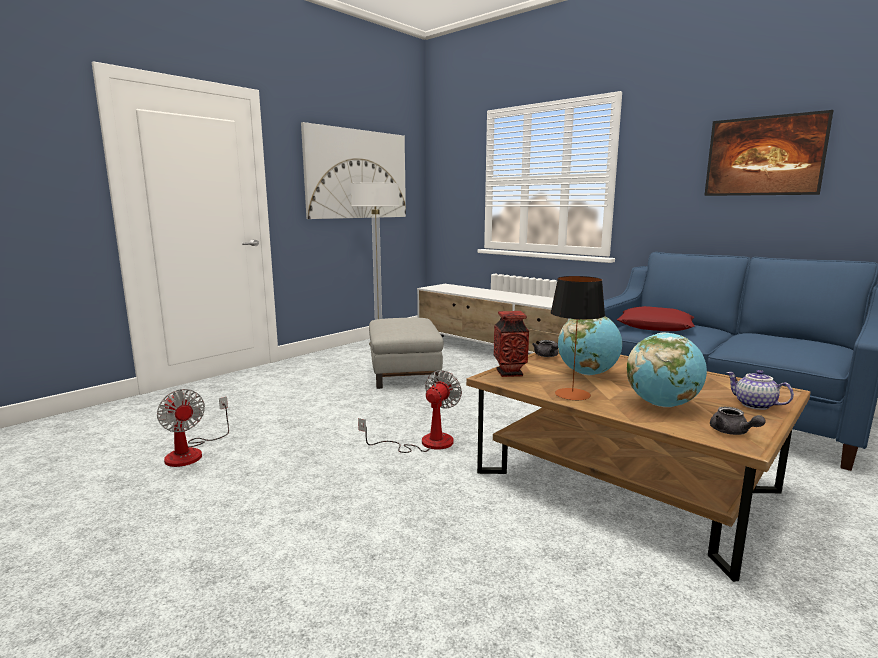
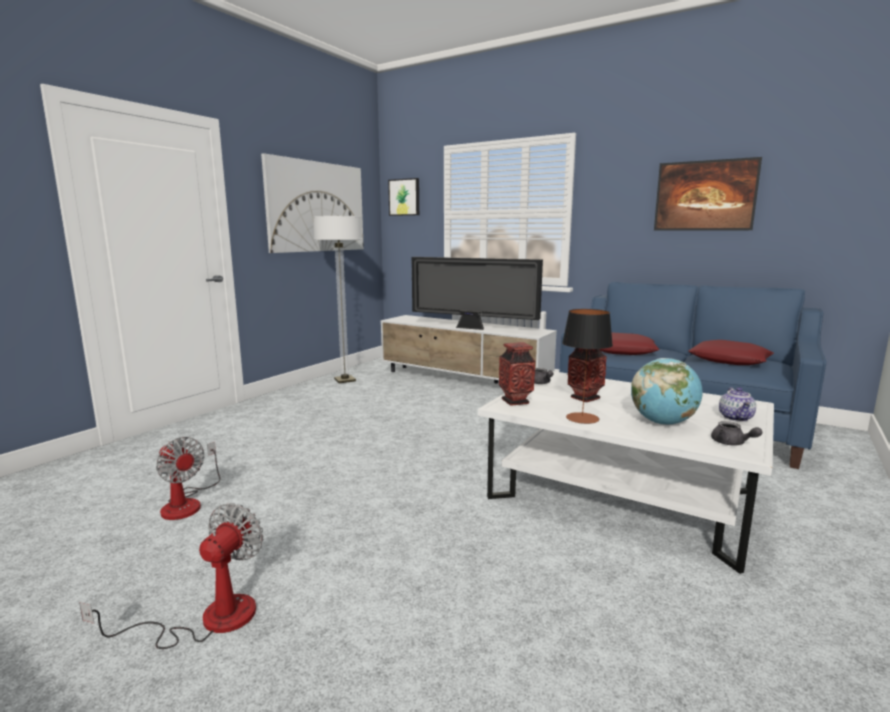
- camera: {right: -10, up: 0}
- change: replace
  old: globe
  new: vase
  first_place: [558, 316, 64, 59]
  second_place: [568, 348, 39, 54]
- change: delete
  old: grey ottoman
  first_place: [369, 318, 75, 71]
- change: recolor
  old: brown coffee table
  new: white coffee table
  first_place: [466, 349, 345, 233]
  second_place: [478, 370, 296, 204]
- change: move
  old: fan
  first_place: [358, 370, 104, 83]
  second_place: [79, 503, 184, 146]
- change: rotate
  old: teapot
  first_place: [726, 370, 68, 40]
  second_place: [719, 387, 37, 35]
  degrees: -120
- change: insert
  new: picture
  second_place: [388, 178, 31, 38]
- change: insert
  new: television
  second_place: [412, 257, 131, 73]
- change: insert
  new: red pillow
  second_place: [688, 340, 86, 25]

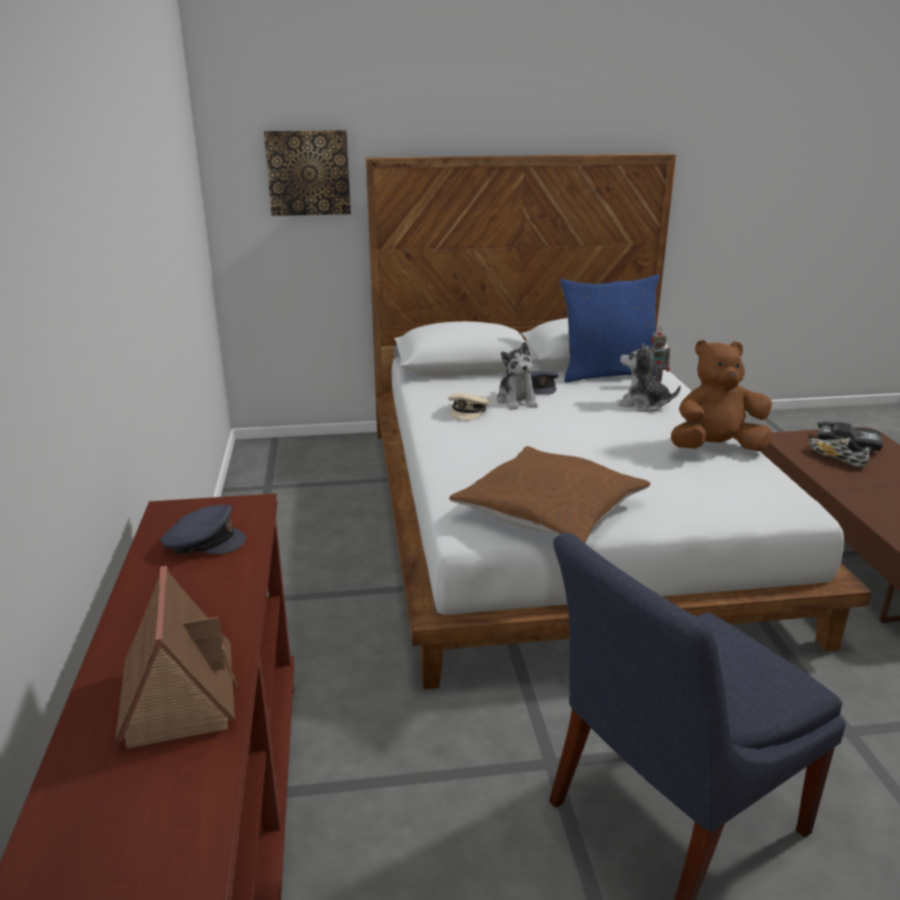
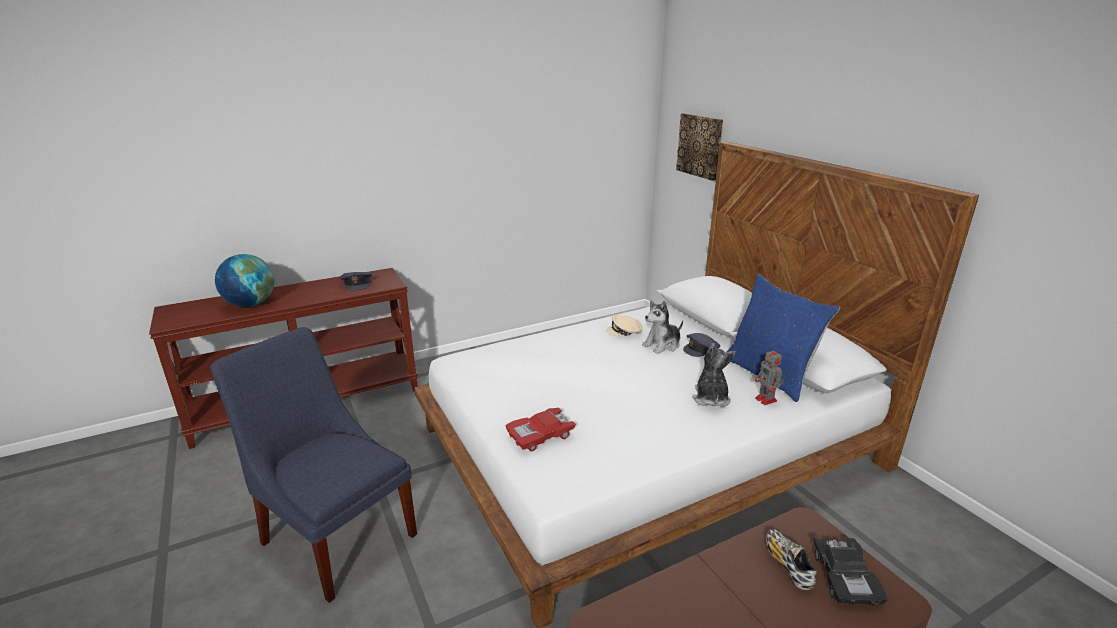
- camera: {right: 70, up: 0}
- change: delete
  old: brown plush toy
  first_place: [671, 340, 101, 111]
- change: rotate
  old: shoe
  first_place: [808, 437, 61, 30]
  second_place: [766, 529, 51, 61]
  degrees: -45
- change: delete
  old: brown pillow
  first_place: [449, 446, 201, 98]
- change: replace
  old: toy house
  new: globe
  first_place: [115, 566, 124, 183]
  second_place: [215, 254, 59, 53]
- change: insert
  new: red toy car
  second_place: [505, 407, 71, 44]

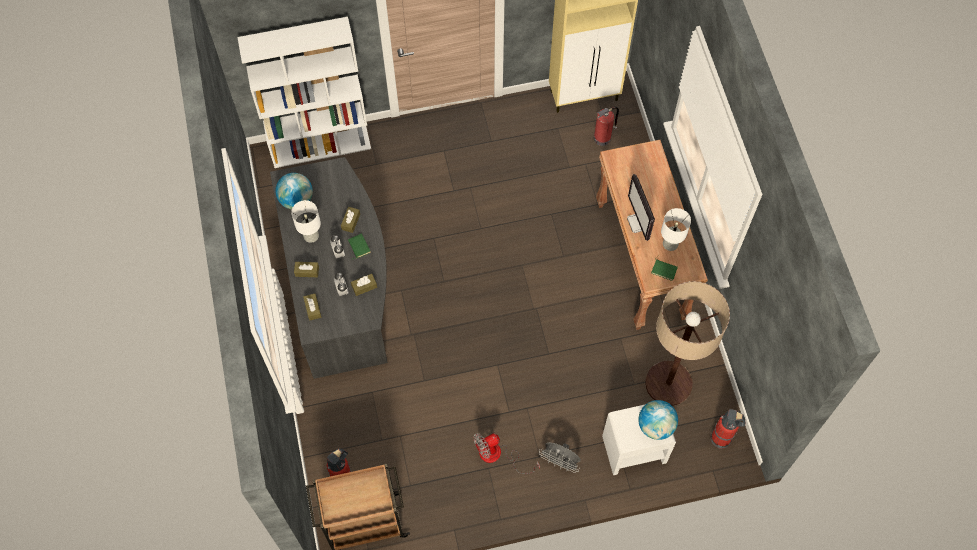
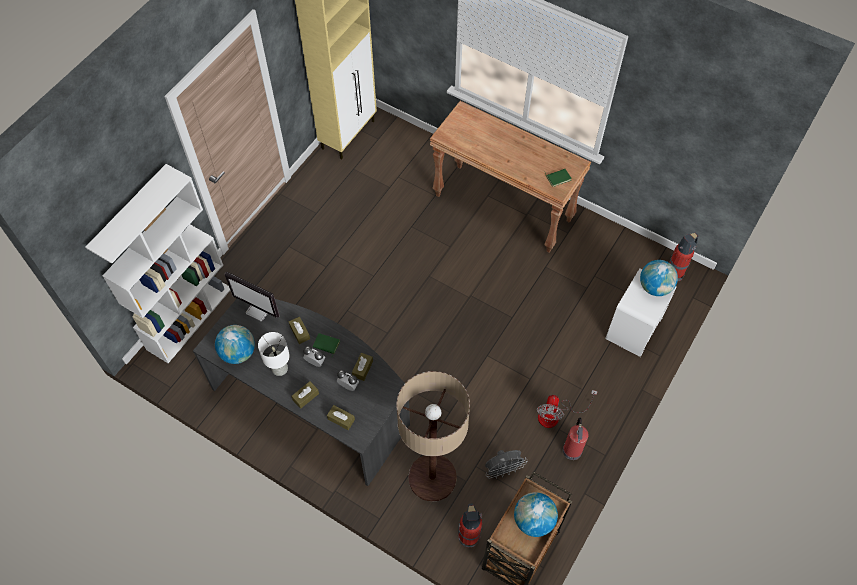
- camera: {right: -45, up: -5}
- change: move
  old: fire extinguisher
  first_place: [594, 107, 25, 39]
  second_place: [563, 418, 25, 42]
- change: move
  old: monitor
  first_place: [627, 174, 28, 67]
  second_place: [225, 272, 55, 49]
- change: delete
  old: white table lamp
  first_place: [661, 208, 30, 43]
- change: move
  old: floor lamp
  first_place: [646, 281, 84, 125]
  second_place: [397, 371, 73, 131]
- change: move
  old: grey fan
  first_place: [539, 442, 42, 31]
  second_place: [485, 450, 43, 29]
- change: insert
  new: globe
  second_place: [514, 492, 44, 45]

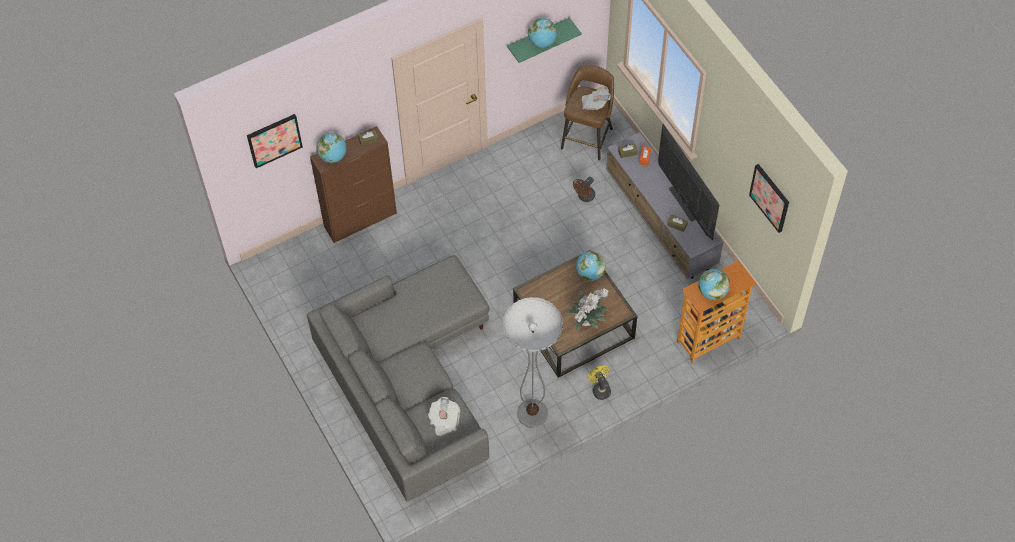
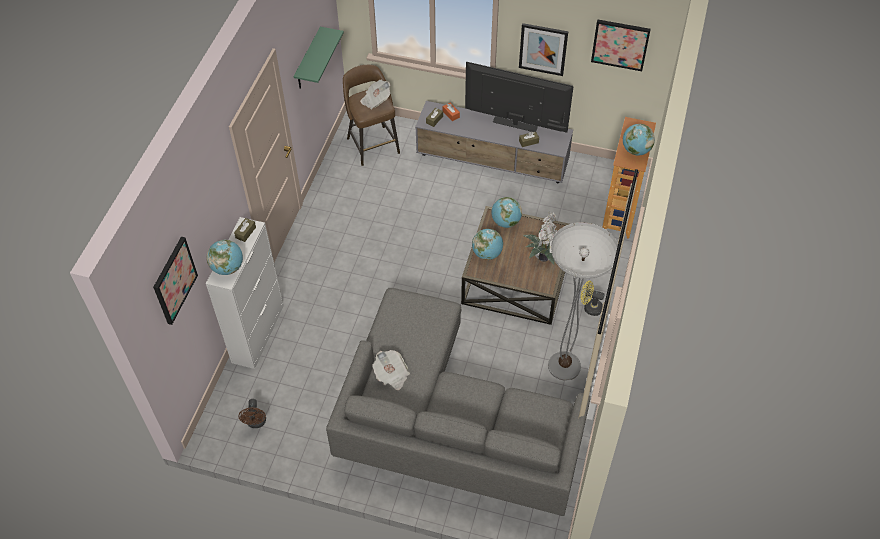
- camera: {right: -45, up: -5}
- change: move
  old: globe
  first_place: [528, 18, 29, 30]
  second_place: [472, 229, 31, 31]
- change: recolor
  old: brown cabinet
  new: white cabinet
  first_place: [310, 126, 87, 117]
  second_place: [206, 217, 78, 152]
- change: move
  old: brown fan
  first_place: [573, 177, 22, 25]
  second_place: [239, 399, 27, 29]
- change: move
  old: newspaper
  first_place: [428, 397, 32, 39]
  second_place: [372, 350, 38, 40]
- change: insert
  new: picture
  second_place: [519, 23, 49, 53]

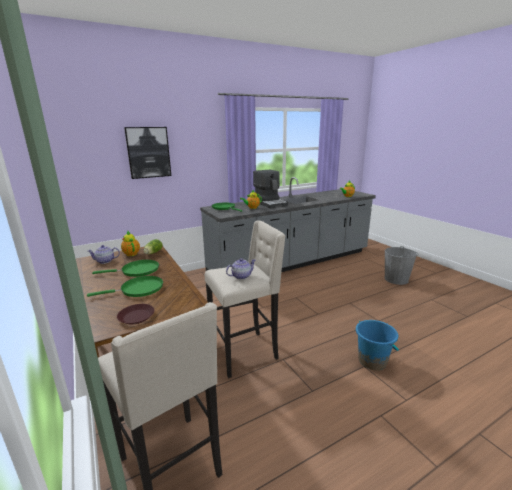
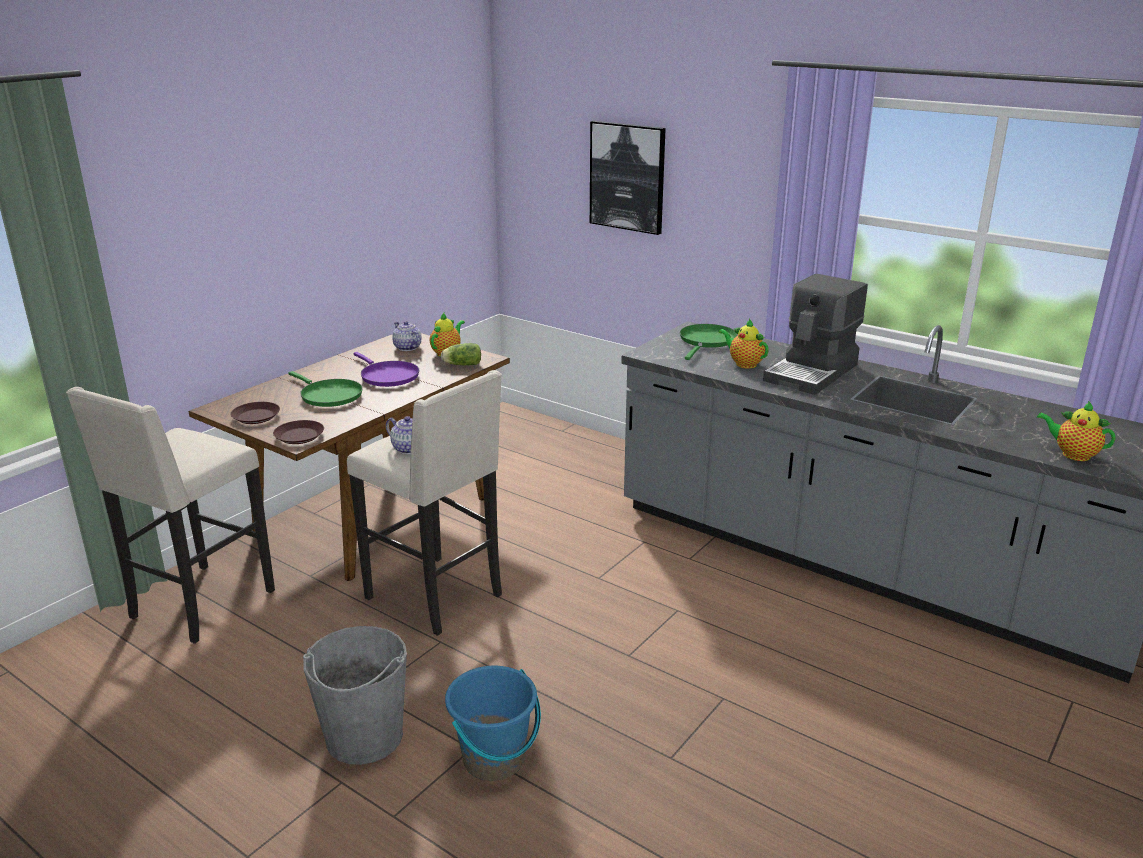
- camera: {right: 65, up: 5}
- change: move
  old: grey bucket
  first_place: [384, 246, 34, 39]
  second_place: [303, 626, 104, 139]
- change: recolor
  old: green frying pan
  new: purple frying pan
  first_place: [92, 260, 67, 17]
  second_place: [353, 352, 66, 35]
- change: insert
  new: brown plate
  second_place: [273, 420, 51, 24]

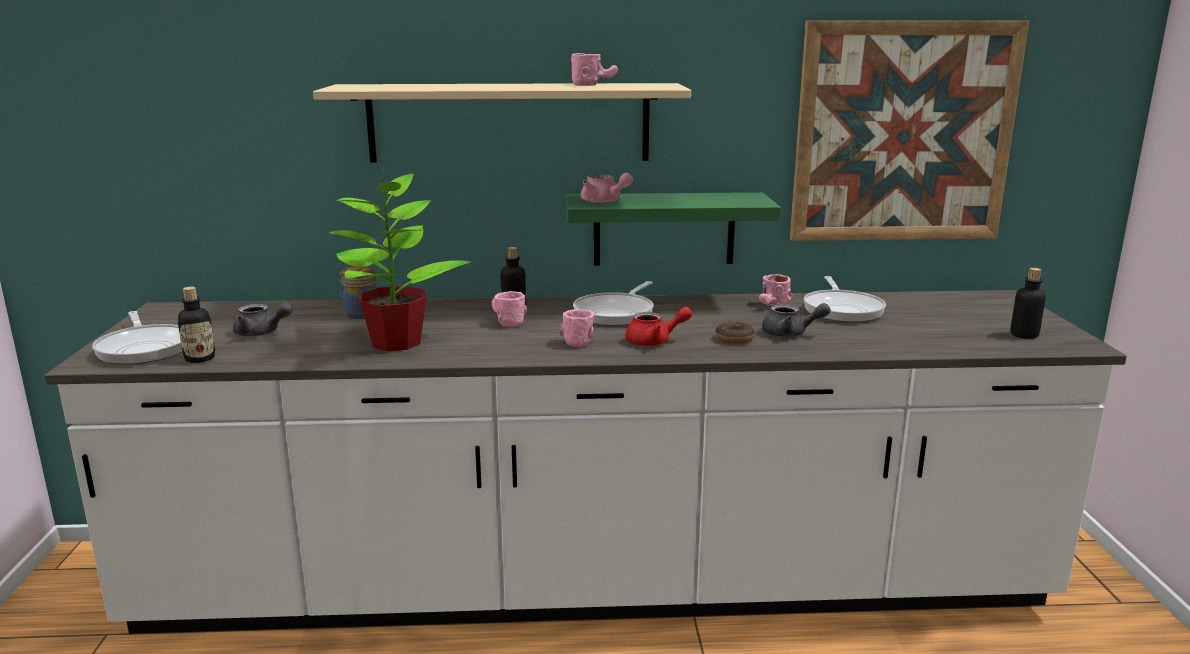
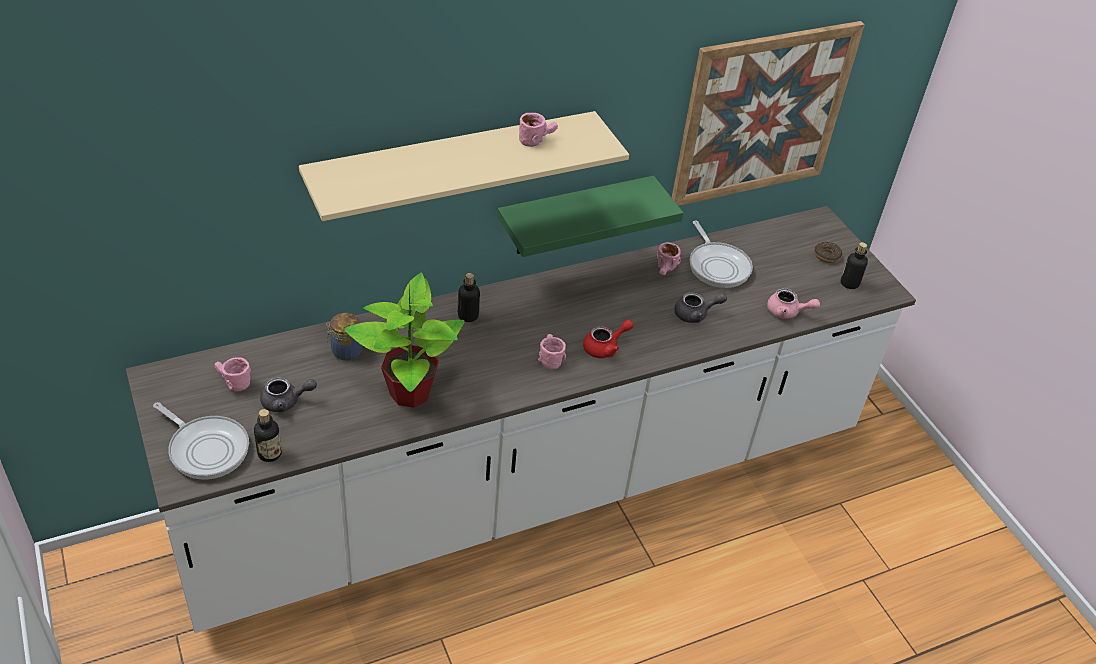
- camera: {right: -25, up: 25}
- change: move
  old: pink teapot
  first_place: [581, 173, 52, 30]
  second_place: [767, 288, 53, 31]
- change: delete
  old: frying pan
  first_place: [573, 281, 81, 45]
- change: move
  old: pink mug
  first_place: [491, 291, 36, 36]
  second_place: [214, 357, 37, 34]
- change: move
  old: donut
  first_place: [715, 321, 40, 23]
  second_place: [814, 242, 28, 21]

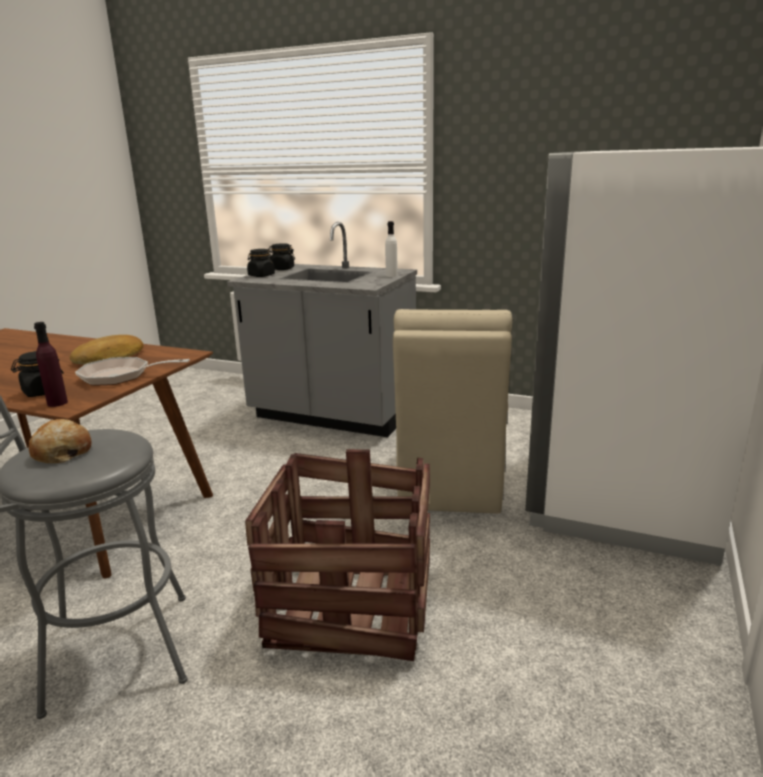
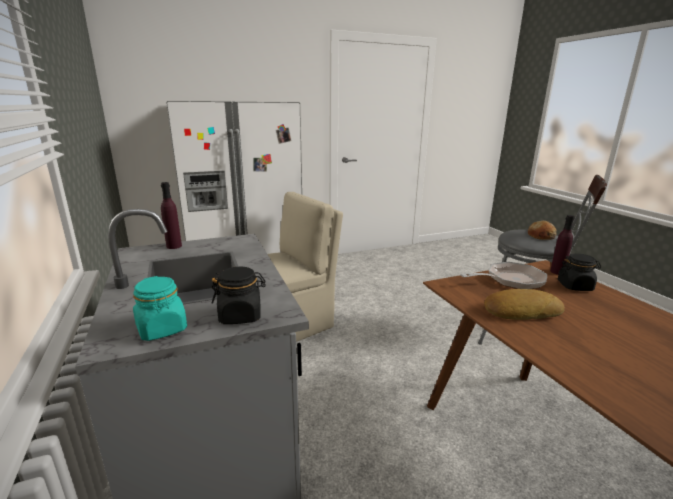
- camera: {right: -135, up: 0}
- change: recolor
  old: white bottle
  new: purple bottle
  first_place: [385, 221, 13, 56]
  second_place: [161, 182, 21, 67]
- change: recolor
  old: black jar
  new: turquoise jar
  first_place: [269, 243, 26, 27]
  second_place: [133, 276, 54, 65]
- change: rotate
  old: frying pan
  first_place: [75, 357, 115, 29]
  second_place: [460, 262, 87, 27]
  degrees: -60
- change: delete
  old: crate
  first_place: [245, 449, 185, 212]

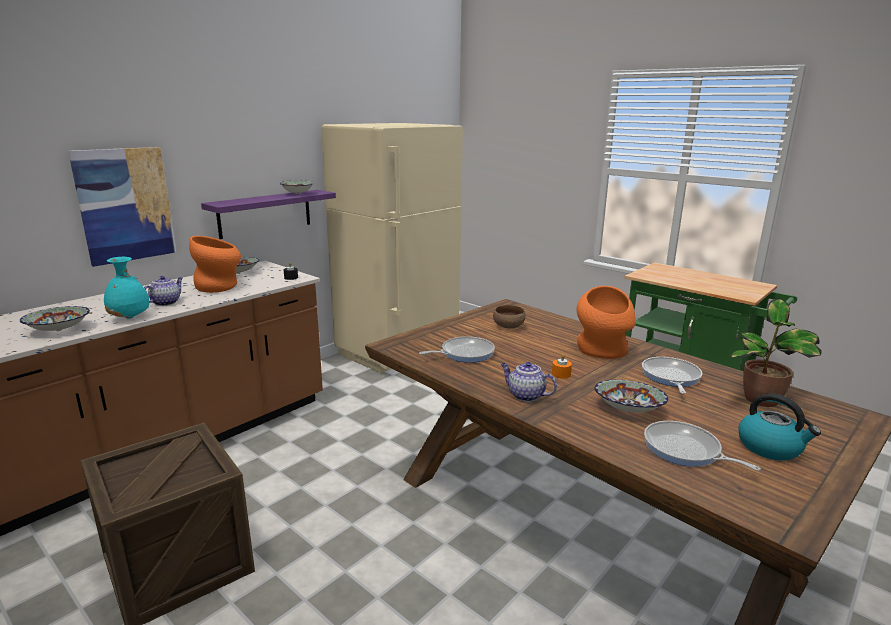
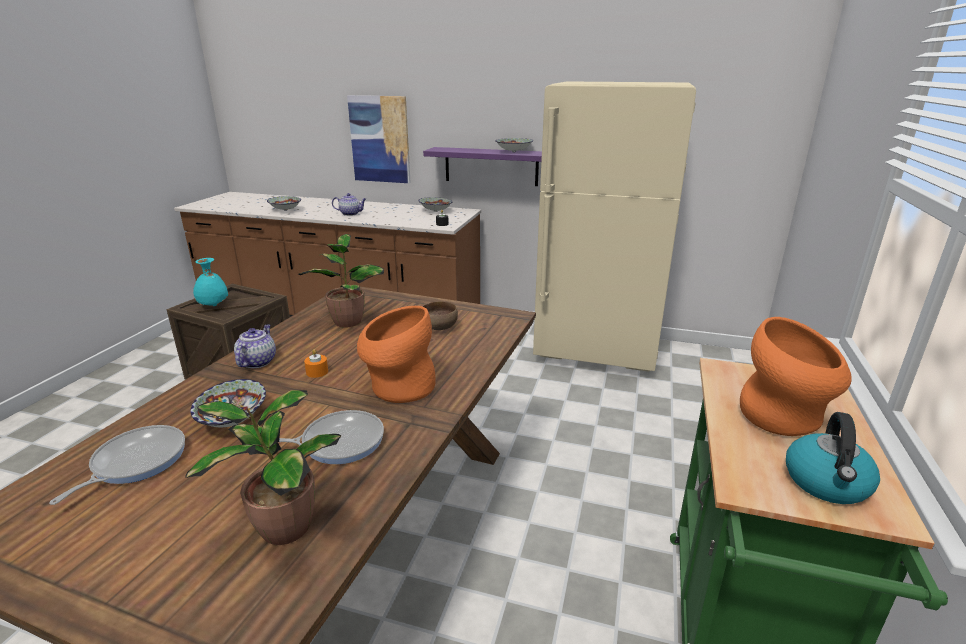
- camera: {right: 65, up: 5}
- change: move
  old: orange vase
  first_place: [189, 236, 52, 57]
  second_place: [740, 317, 112, 119]
- change: move
  old: turquoise vase
  first_place: [104, 257, 45, 62]
  second_place: [193, 258, 35, 48]
- change: replace
  old: frying pan
  new: potted plant
  first_place: [419, 336, 76, 27]
  second_place: [299, 234, 85, 94]
- change: move
  old: kettle
  first_place: [738, 393, 83, 67]
  second_place: [786, 412, 94, 92]

